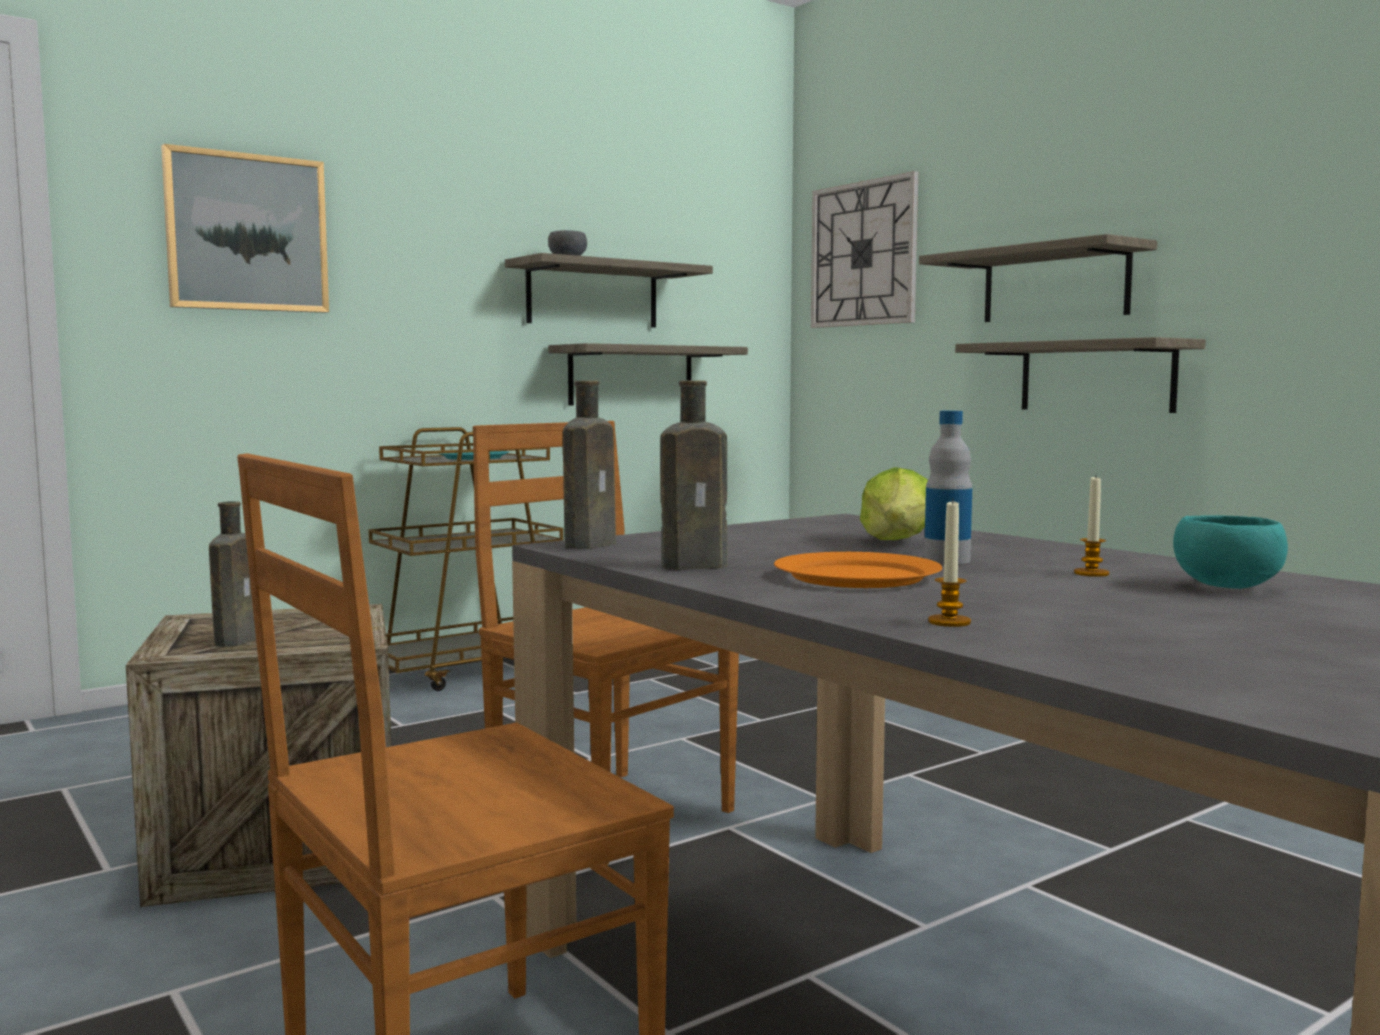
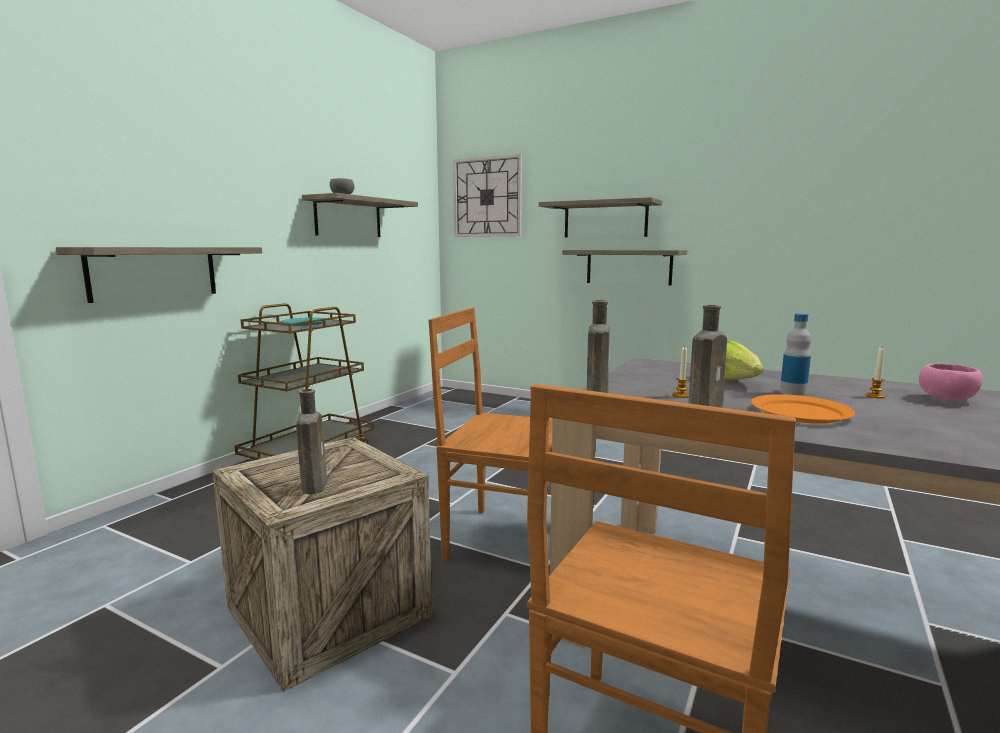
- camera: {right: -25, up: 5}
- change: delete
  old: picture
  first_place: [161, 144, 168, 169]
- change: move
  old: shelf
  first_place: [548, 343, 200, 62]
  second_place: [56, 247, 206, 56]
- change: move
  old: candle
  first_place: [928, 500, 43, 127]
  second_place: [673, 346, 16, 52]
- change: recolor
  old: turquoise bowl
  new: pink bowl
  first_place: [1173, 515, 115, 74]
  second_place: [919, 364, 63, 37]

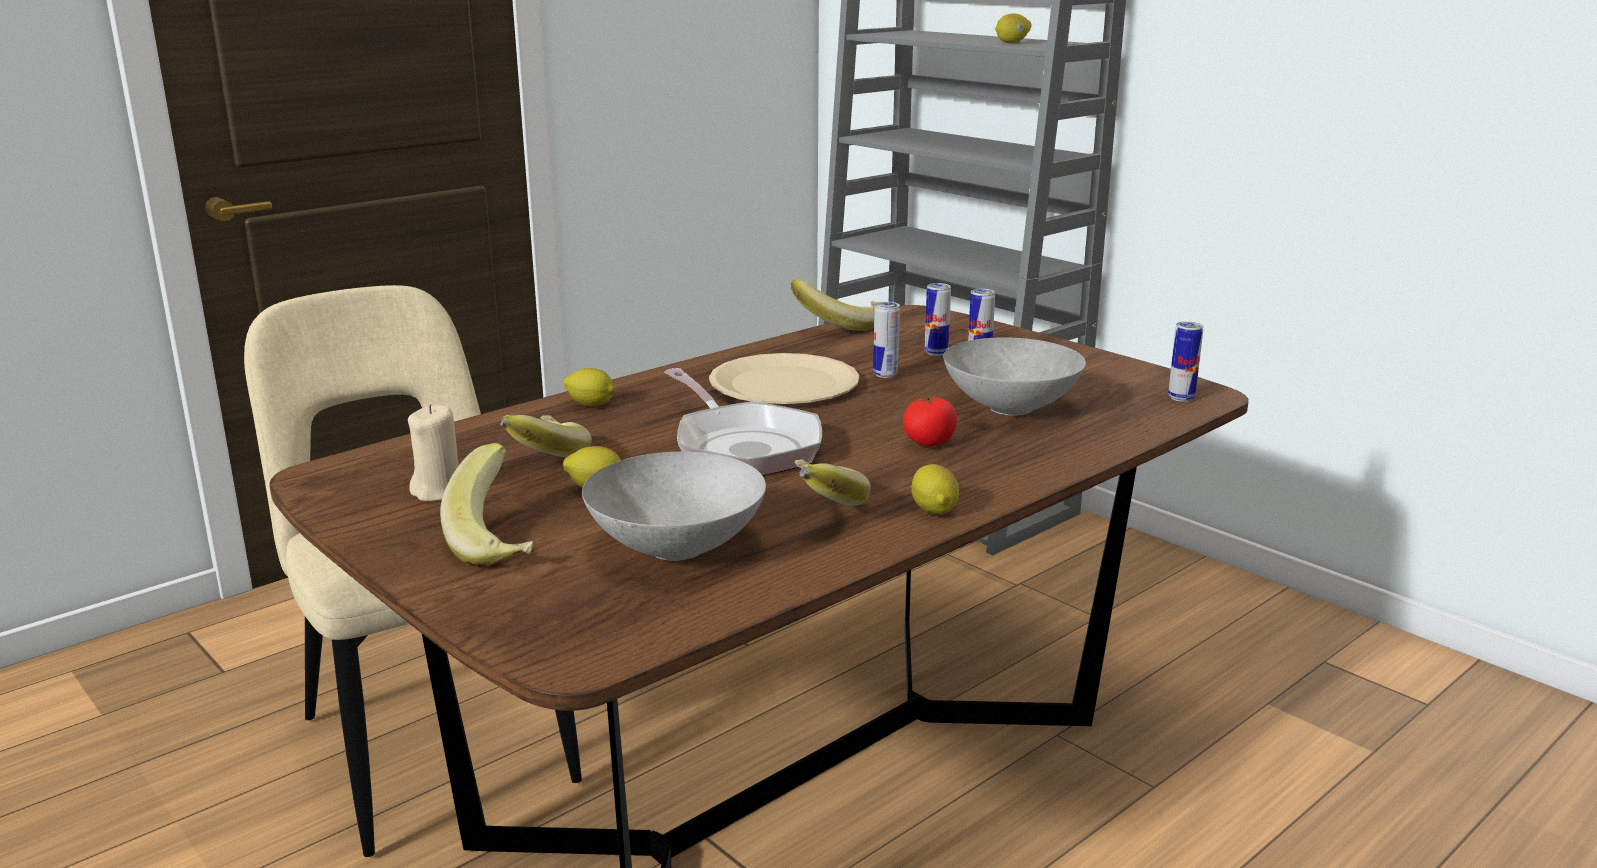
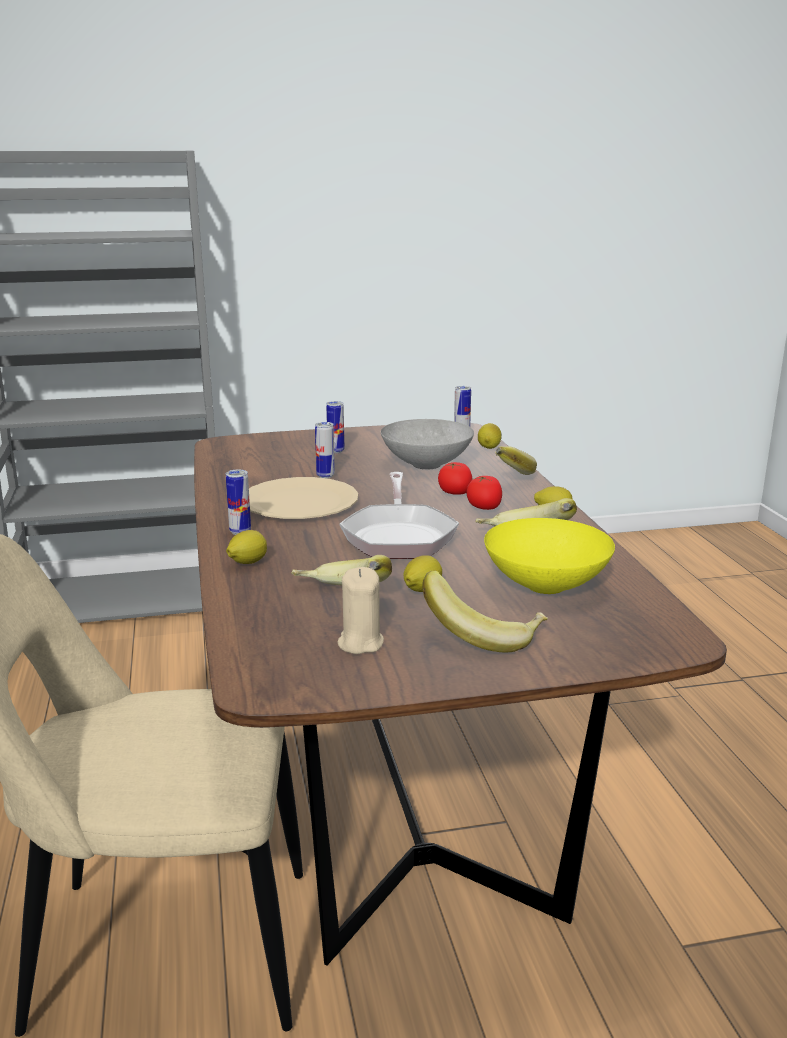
- camera: {right: -60, up: 0}
- change: move
  old: lemon
  first_place: [995, 13, 37, 30]
  second_place: [478, 423, 24, 26]
- change: move
  old: banana
  first_place: [791, 279, 87, 52]
  second_place: [495, 446, 42, 29]
- change: move
  old: can
  first_place: [925, 283, 26, 73]
  second_place: [226, 470, 25, 65]
- change: rotate
  old: frying pan
  first_place: [664, 368, 158, 108]
  second_place: [339, 472, 120, 87]
  degrees: 90
- change: recolor
  old: grey bowl
  new: yellow bowl
  first_place: [582, 452, 184, 109]
  second_place: [484, 518, 131, 76]
- change: insert
  new: tomato
  second_place: [467, 476, 35, 34]

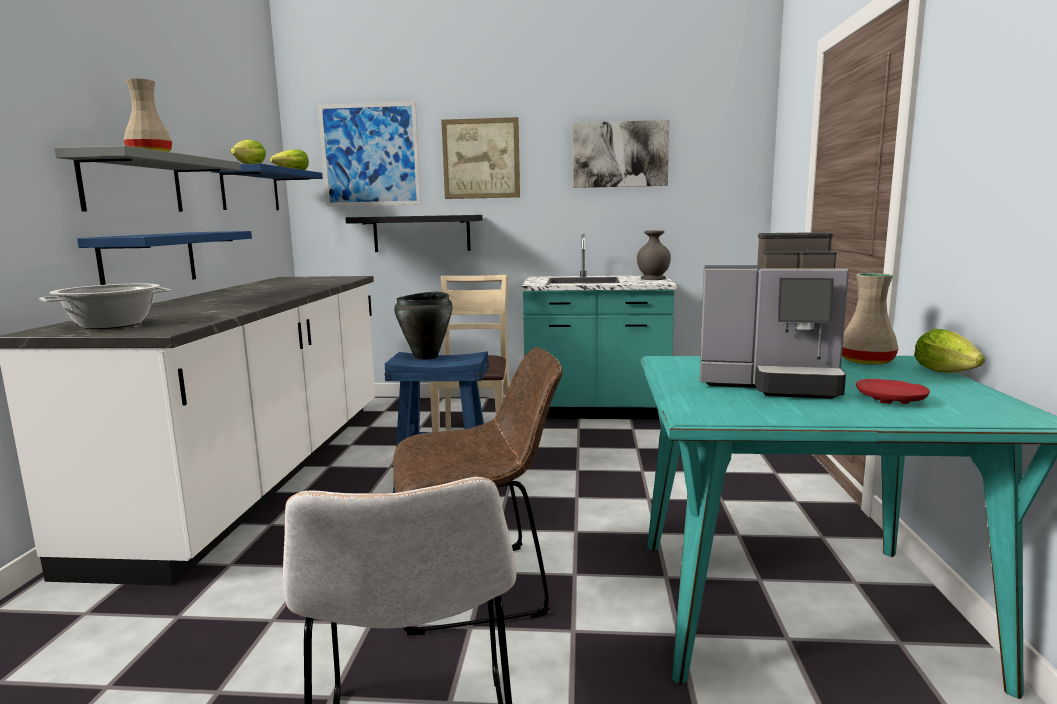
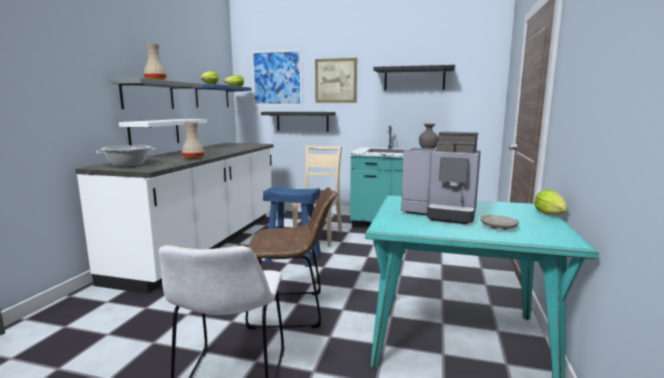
- camera: {right: 10, up: 0}
- change: replace
  old: picture
  new: black shelf
  first_place: [573, 120, 96, 68]
  second_place: [373, 65, 82, 25]
- change: recolor
  old: blue shelf
  new: white shelf
  first_place: [77, 231, 175, 54]
  second_place: [119, 119, 88, 27]
- change: move
  old: beige vase
  first_place: [842, 273, 56, 92]
  second_place: [182, 122, 23, 37]
- change: delete
  old: black cooking pot
  first_place: [394, 291, 59, 69]
- change: recolor
  old: red plate
  new: beige plate
  first_place: [856, 379, 74, 25]
  second_place: [480, 215, 39, 15]

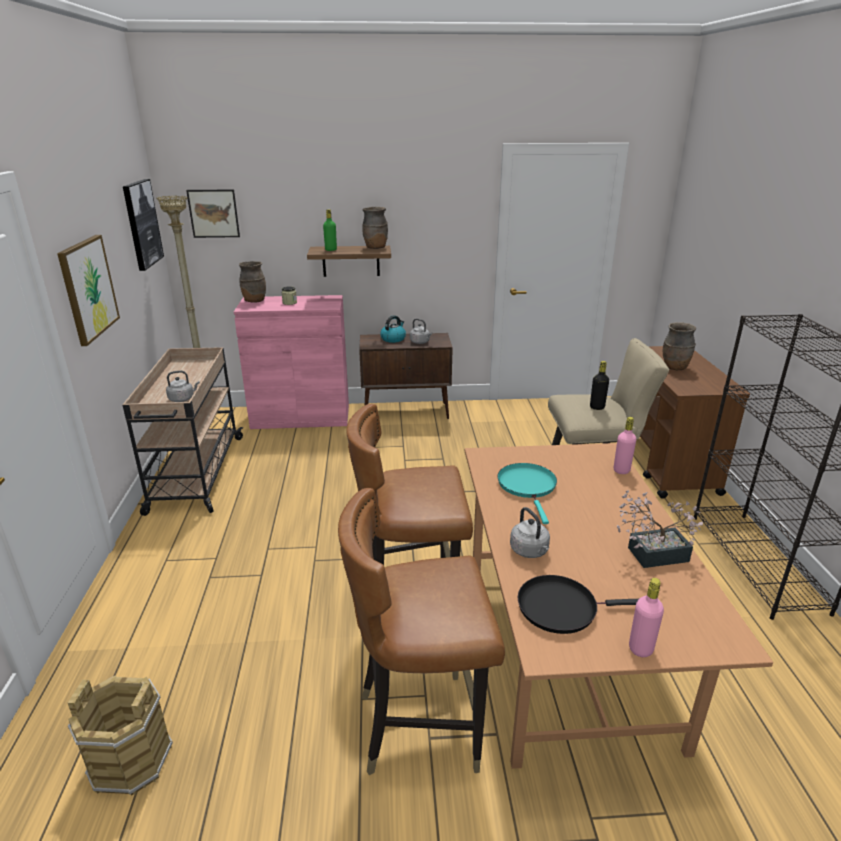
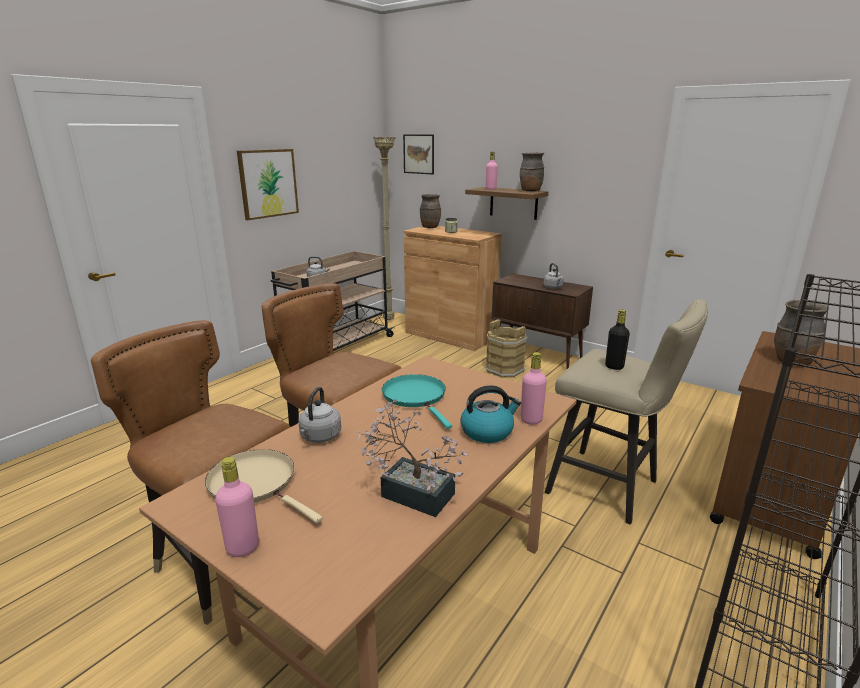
- camera: {right: 40, up: -5}
- change: delete
  old: picture
  first_place: [123, 179, 41, 92]
- change: recolor
  old: green bottle
  new: pink bottle
  first_place: [323, 209, 14, 42]
  second_place: [486, 152, 12, 38]
- change: recolor
  old: pink cabinet
  new: brown cabinet
  first_place: [234, 295, 115, 134]
  second_place: [404, 226, 98, 125]
- change: move
  old: kettle
  first_place: [380, 315, 26, 28]
  second_place: [460, 385, 61, 58]
- change: rotate
  old: turquoise frying pan
  first_place: [497, 463, 60, 61]
  second_place: [382, 374, 70, 55]
  degrees: -60
- change: recolor
  old: black frying pan
  new: beige frying pan
  first_place: [518, 575, 121, 59]
  second_place: [205, 449, 118, 75]
- change: move
  old: brown bucket
  first_place: [68, 675, 105, 121]
  second_place: [485, 319, 42, 59]

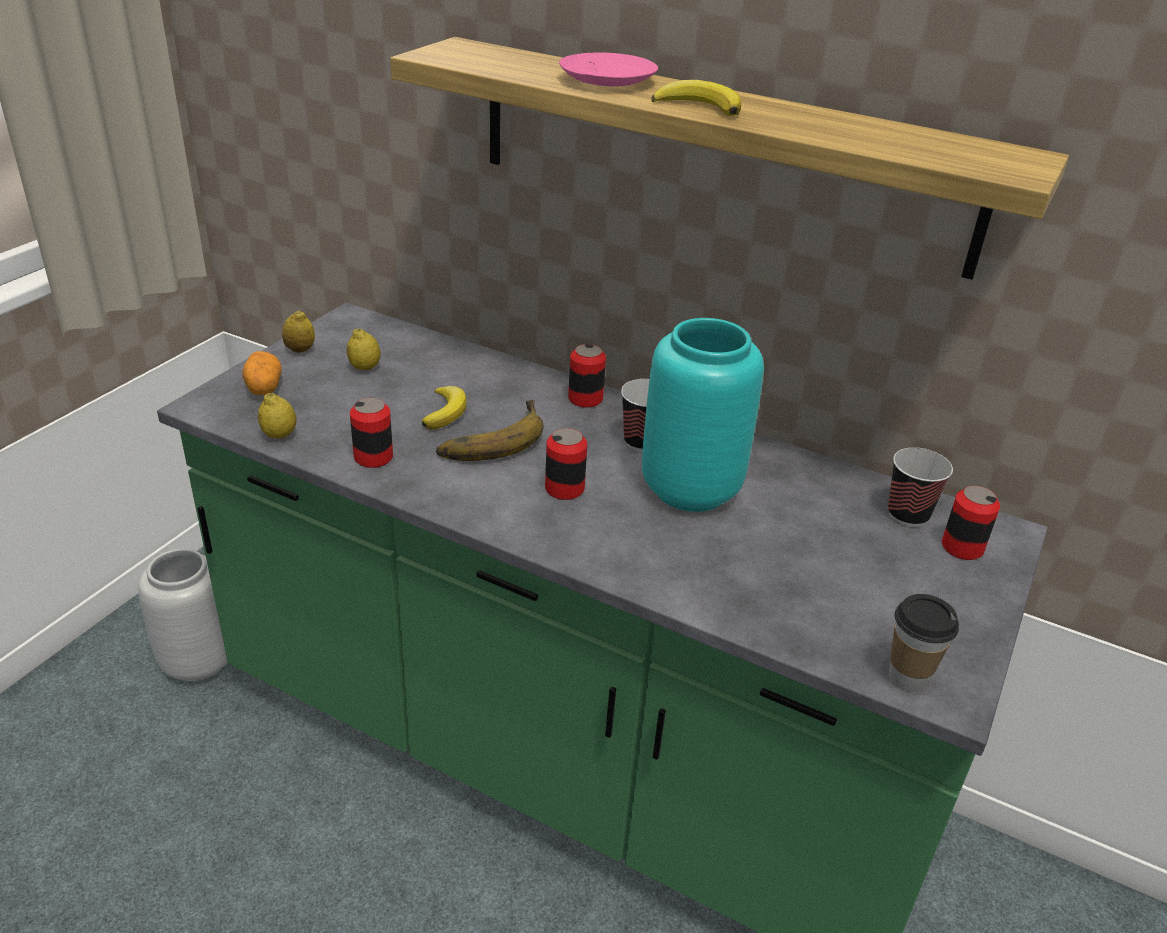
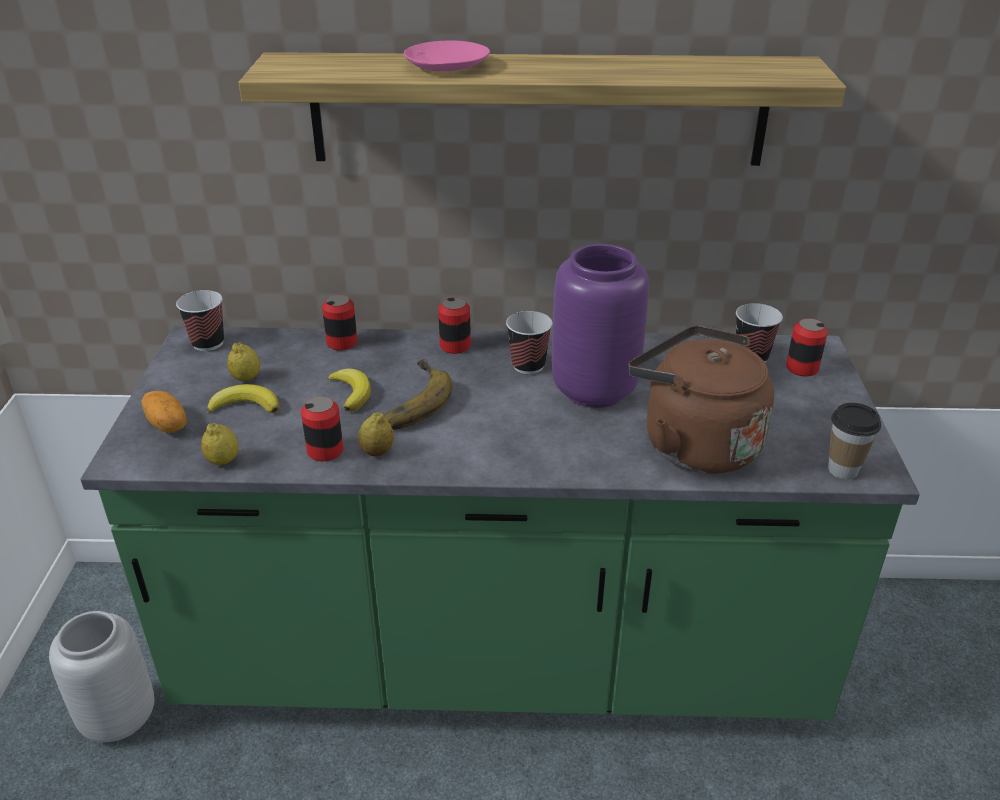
- camera: {right: -25, up: 0}
- change: move
  old: banana
  first_place: [652, 80, 89, 36]
  second_place: [207, 384, 72, 30]
- change: move
  old: lemon
  first_place: [282, 310, 33, 43]
  second_place: [358, 412, 36, 44]
- change: recolor
  old: turquoise vase
  new: purple vase
  first_place: [642, 318, 122, 194]
  second_place: [552, 244, 97, 164]
- change: move
  old: can
  first_place: [545, 428, 42, 72]
  second_place: [322, 295, 36, 55]
- change: insert
  new: cup
  second_place: [176, 290, 48, 61]
- change: insert
  new: brown kettle
  second_place: [628, 325, 146, 149]

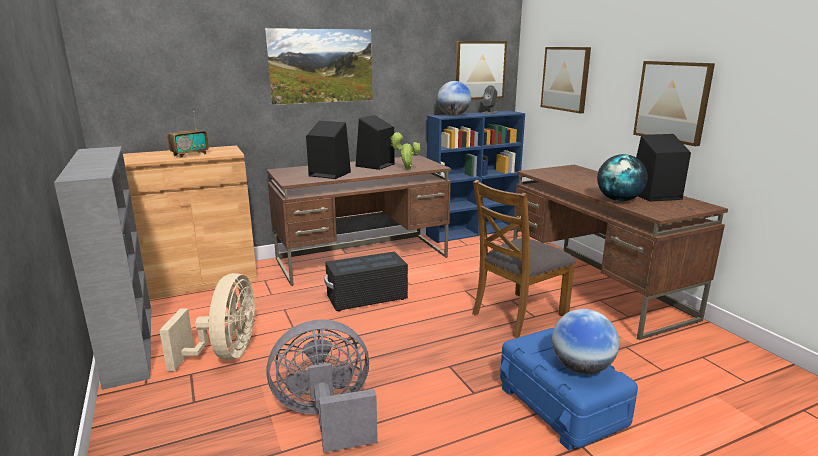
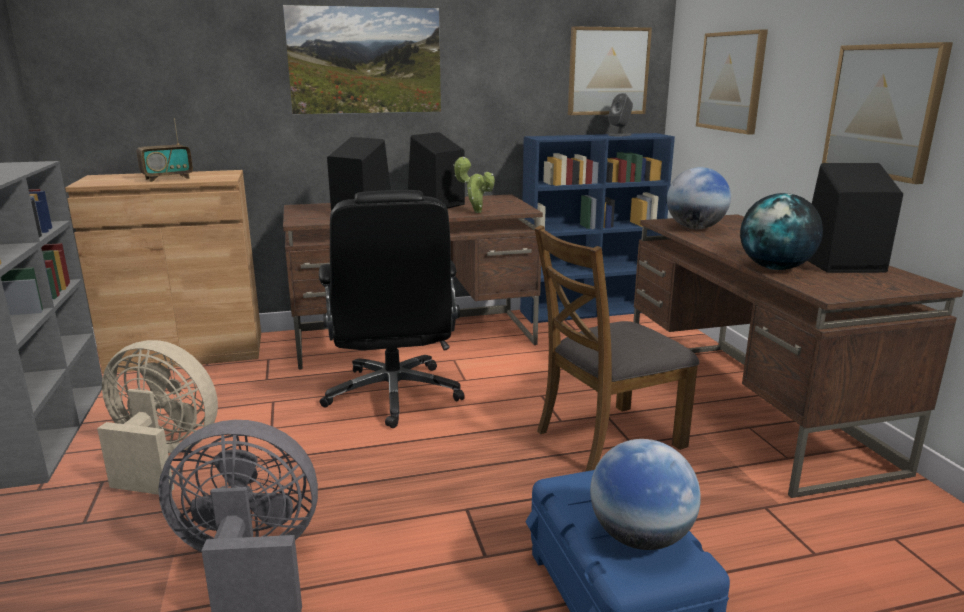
- camera: {right: 10, up: 0}
- change: move
  old: globe
  first_place: [437, 81, 34, 35]
  second_place: [667, 167, 64, 62]
- change: replace
  old: black storage box
  new: black office chair
  first_place: [324, 252, 84, 59]
  second_place: [319, 190, 146, 238]
- change: rotate
  old: beige fan
  first_place: [160, 273, 96, 98]
  second_place: [97, 340, 121, 155]
  degrees: -90

